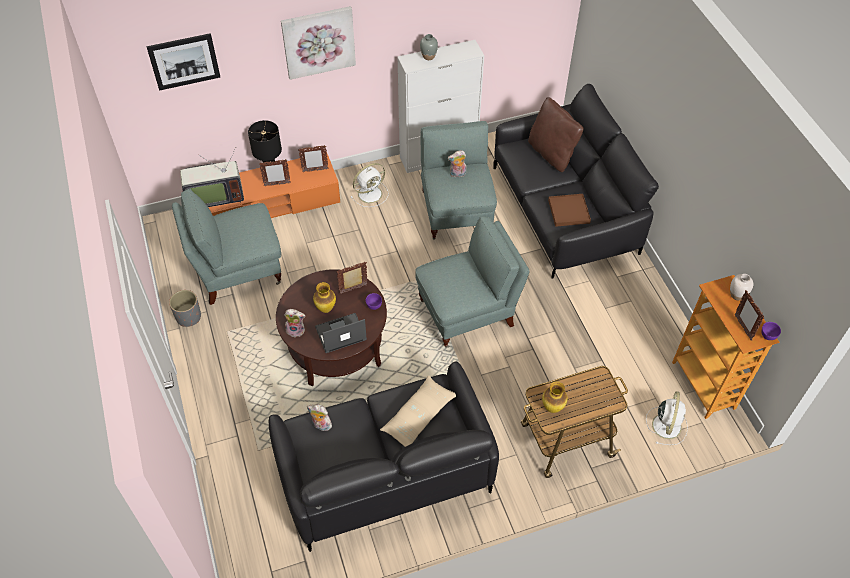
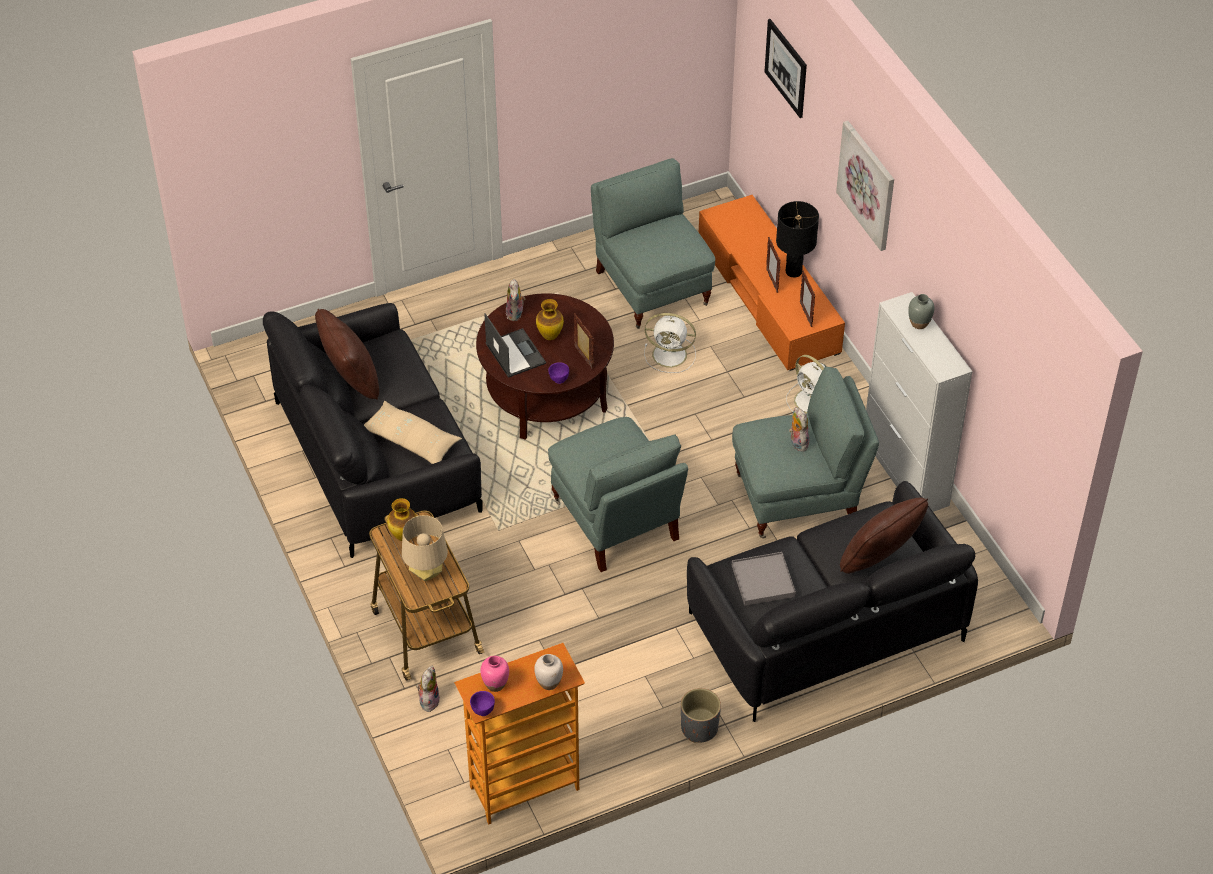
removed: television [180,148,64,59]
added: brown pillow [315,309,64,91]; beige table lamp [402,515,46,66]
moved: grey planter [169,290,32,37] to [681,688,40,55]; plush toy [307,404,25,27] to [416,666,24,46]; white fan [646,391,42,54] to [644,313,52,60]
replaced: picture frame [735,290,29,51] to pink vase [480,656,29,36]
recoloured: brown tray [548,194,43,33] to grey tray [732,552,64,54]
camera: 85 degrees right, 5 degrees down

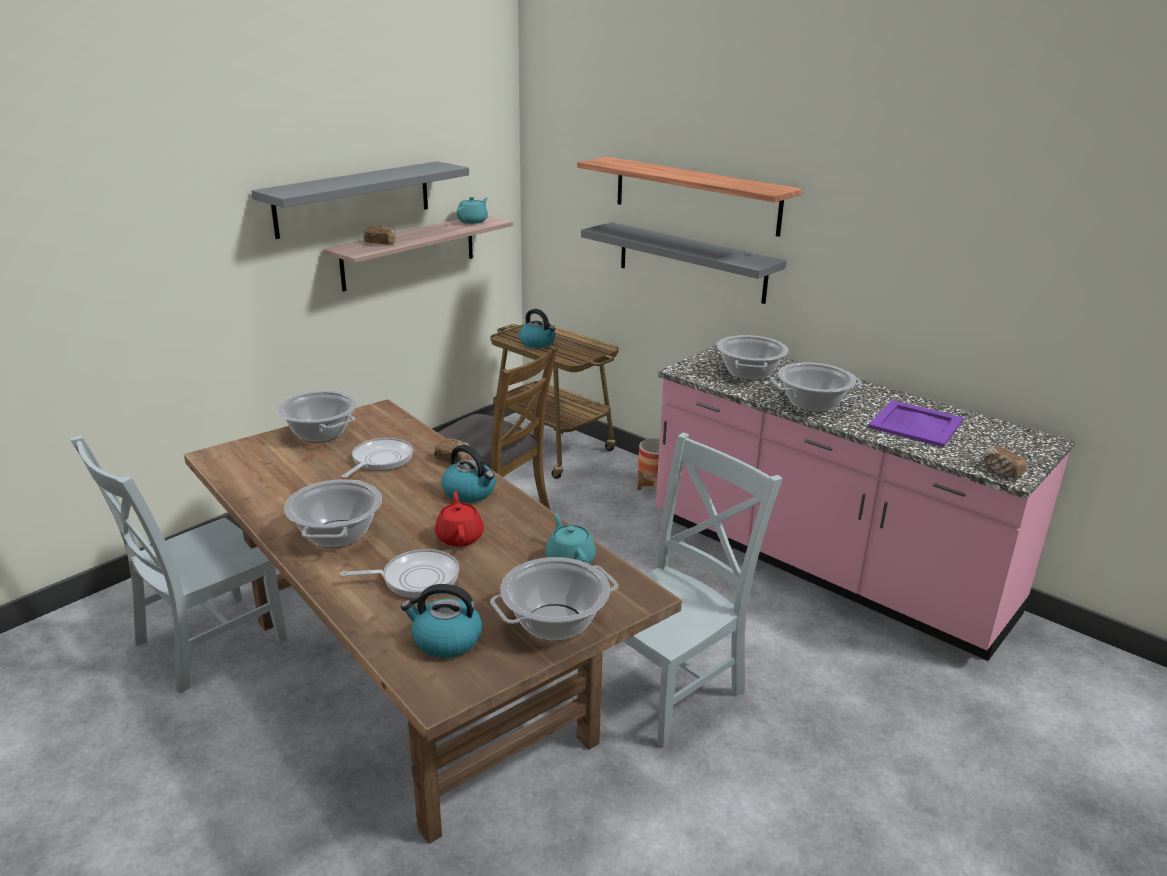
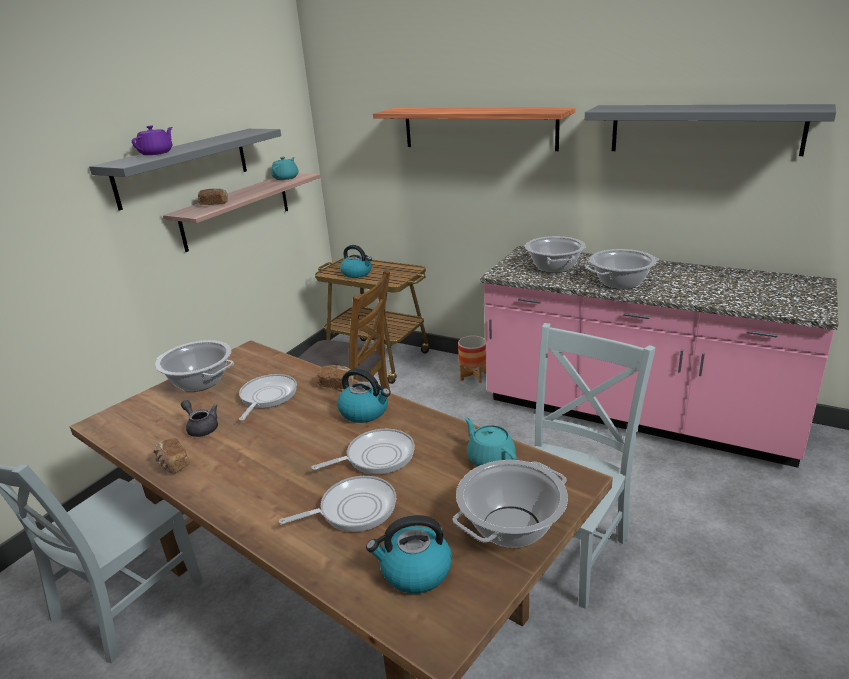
removed: cooking pot [284,479,98,69]; purple tray [868,400,96,47]
added: purple teapot [132,125,40,30]; grey teapot [181,400,37,37]
moved: grey shelf [581,222,205,82] to [585,104,251,52]; bread [984,447,43,31] to [154,438,35,36]
replaced: red teapot [435,491,49,56] to frying pan [311,429,104,45]
camera: 10 degrees left, 0 degrees up

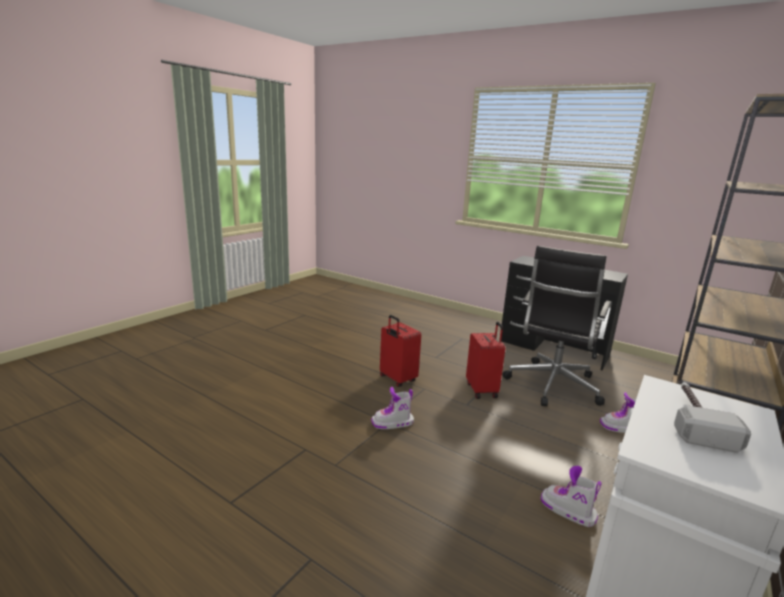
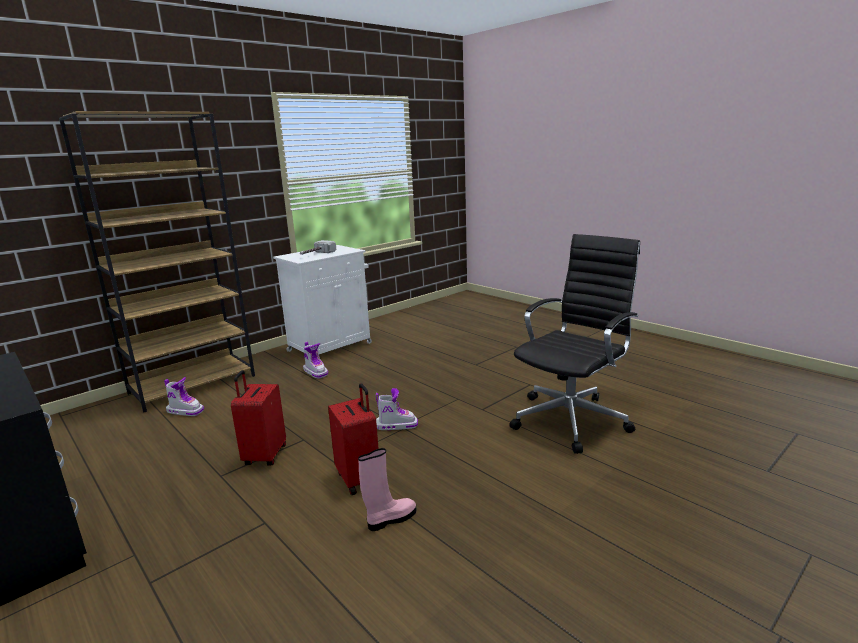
added: pink boot [358,448,59,83]
moved: black office chair [502,246,110,161] to [509,234,131,220]
camera: 165 degrees left, 0 degrees up

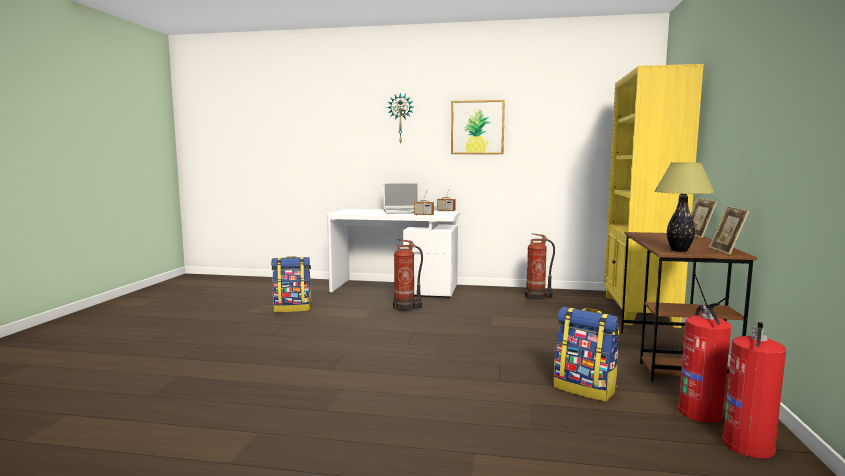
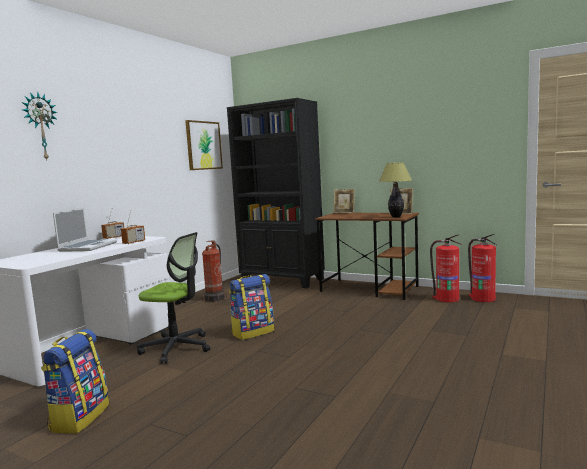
moved: picture [451,100,54,54] to [185,120,38,50]; backpack [554,307,65,95] to [229,274,46,66]
replaced: fire extinguisher [393,239,30,72] to office chair [137,232,73,132]
recoloured: yellow bookcase [604,64,100,264] to black bookcase [227,98,98,190]
camera: 70 degrees left, 0 degrees up

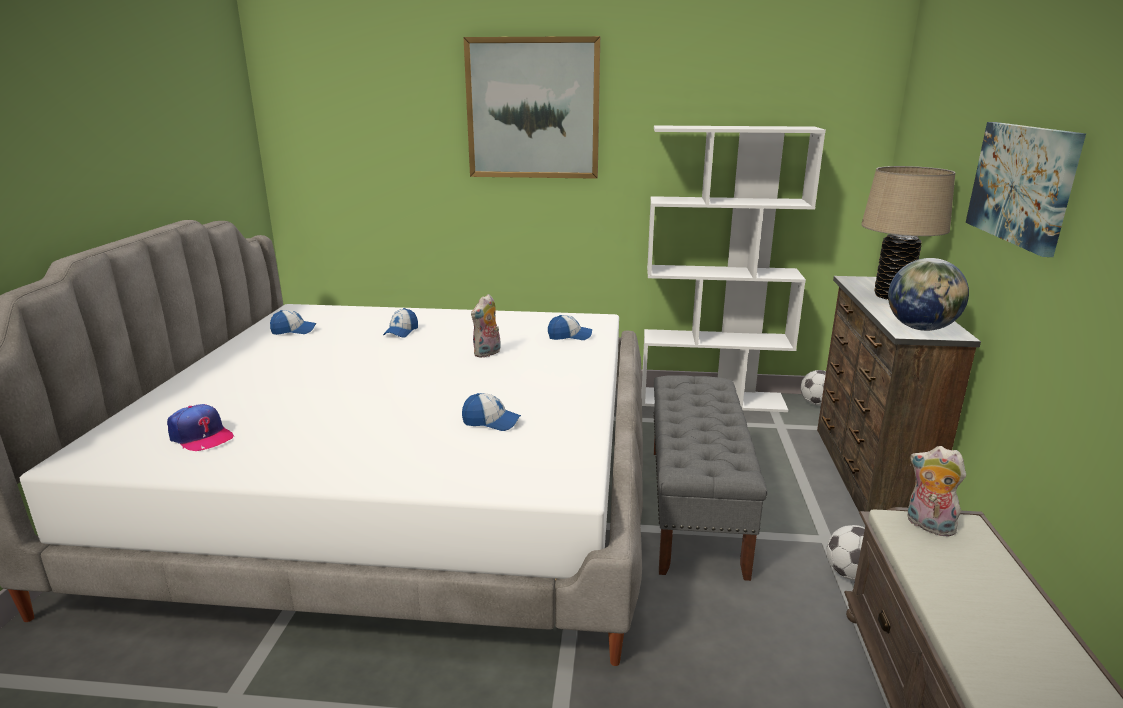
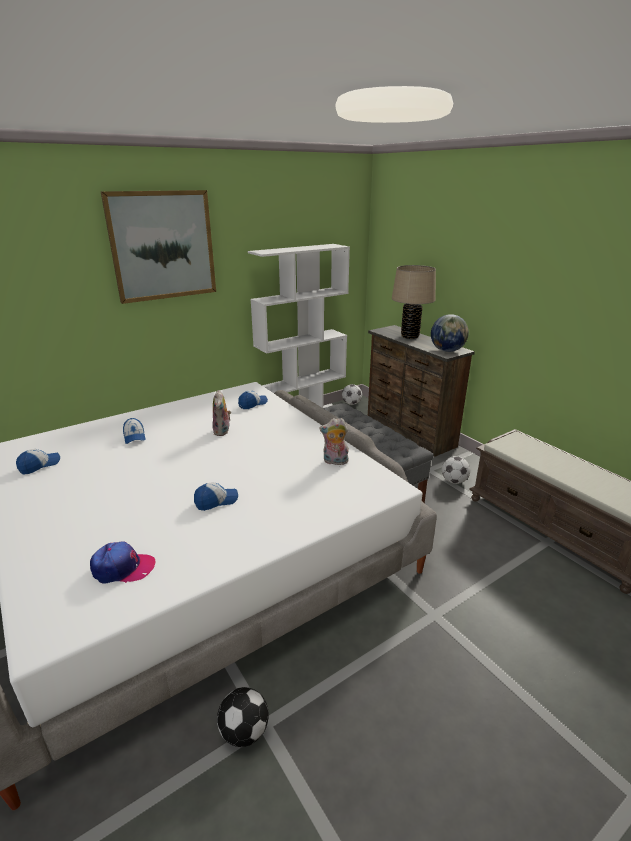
removed: picture [966,122,120,135]
added: football [217,687,52,60]
moved: cap [462,393,59,38] to [194,482,44,29]; plush toy [908,446,58,91] to [319,418,30,47]
camera: 40 degrees left, 5 degrees up

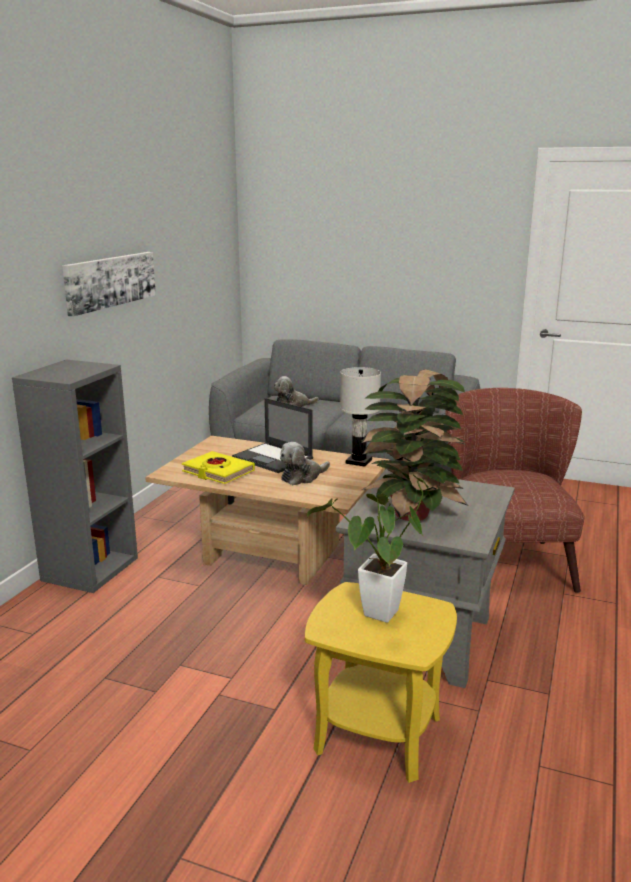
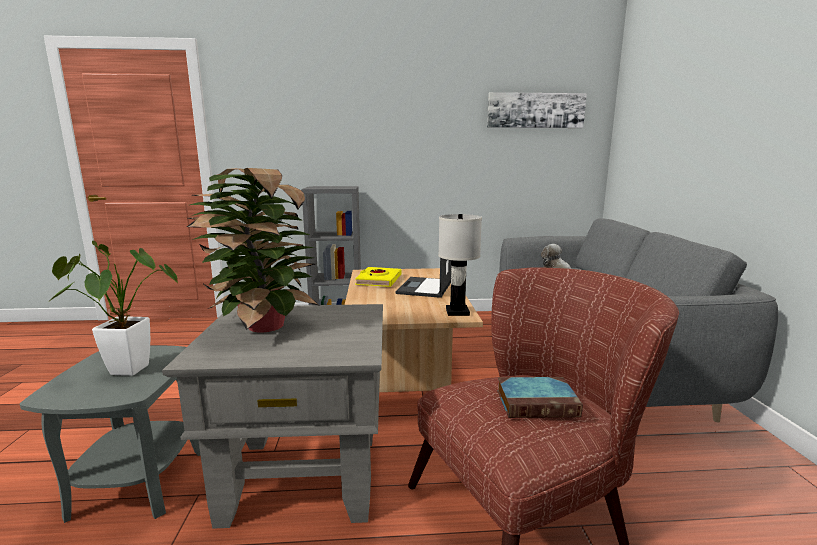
removed: plush toy [280,442,50,43]
added: book [497,377,86,41]
moved: picture [62,252,94,65] to [487,92,100,36]
recoloured: yellow side table [305,582,152,201] to grey side table [20,346,180,177]
camera: 65 degrees right, 5 degrees down

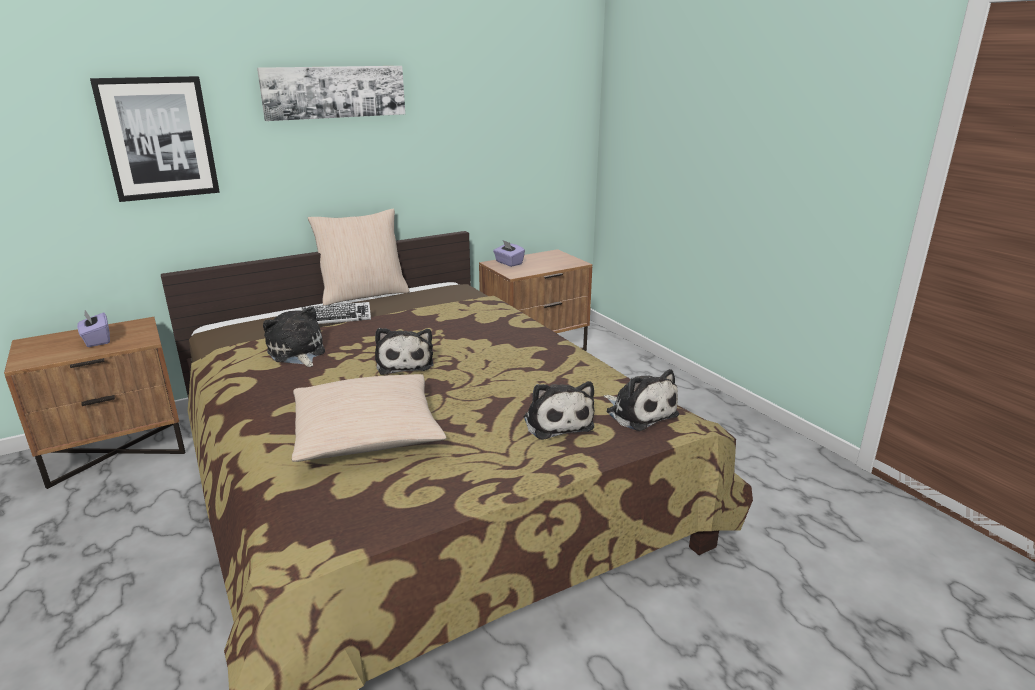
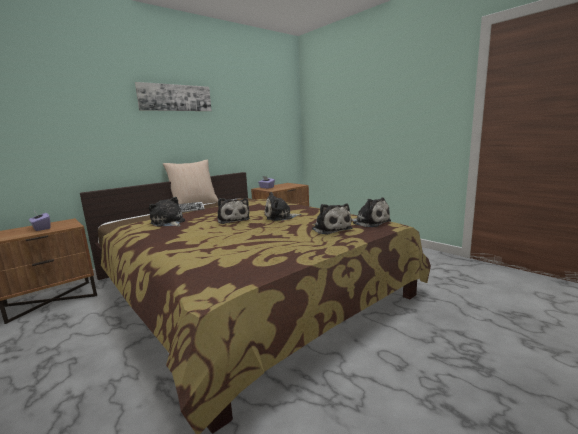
removed: picture [90,76,130,126]; beige pillow [292,374,155,88]
added: plush toy [264,192,37,29]
camera: 10 degrees left, 10 degrees down

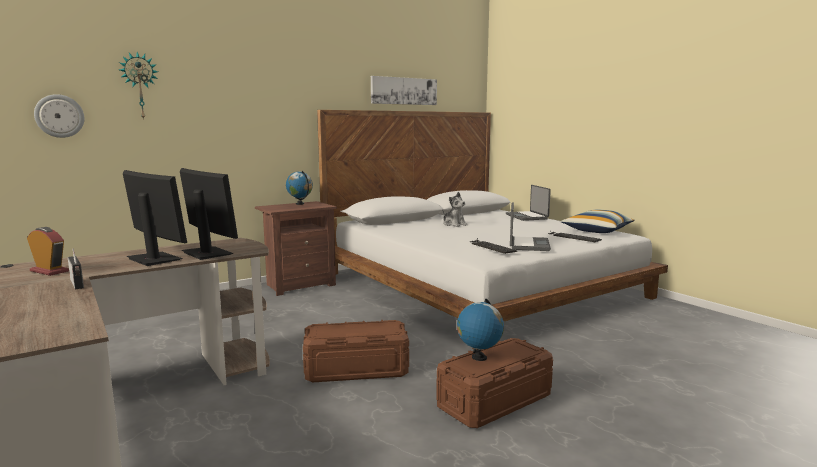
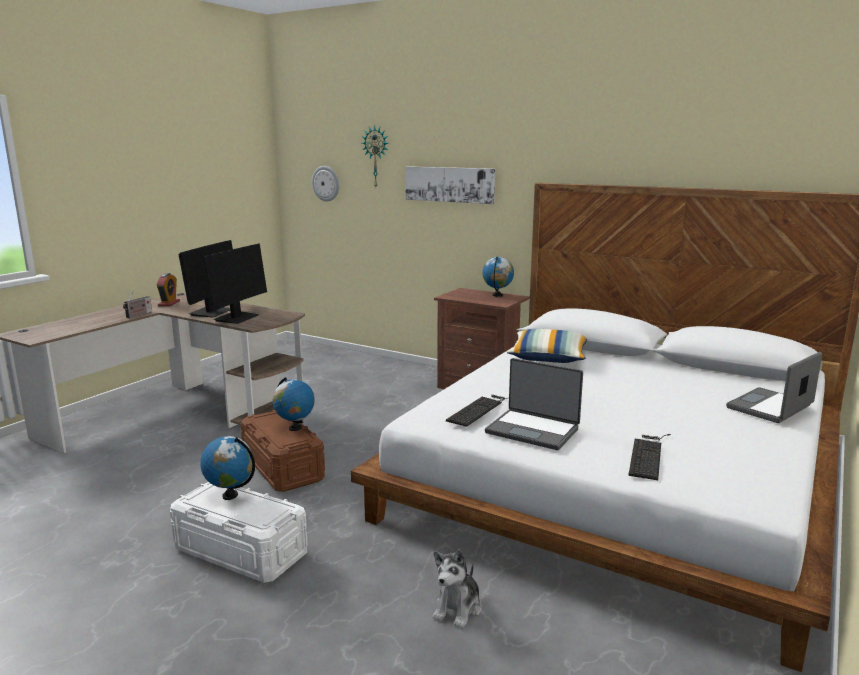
added: globe [273,377,42,54]
moved: picture [371,76,66,29] to [405,166,90,38]; plush toy [443,192,25,35] to [433,549,49,79]; pillow [561,210,73,23] to [507,329,80,34]
recoloured: brown storage box [436,338,117,90] to white storage box [170,482,138,101]
turned: laptop [510,202,41,49] = [485,358,98,92] 45 degrees clockwise
camera: 65 degrees right, 5 degrees up

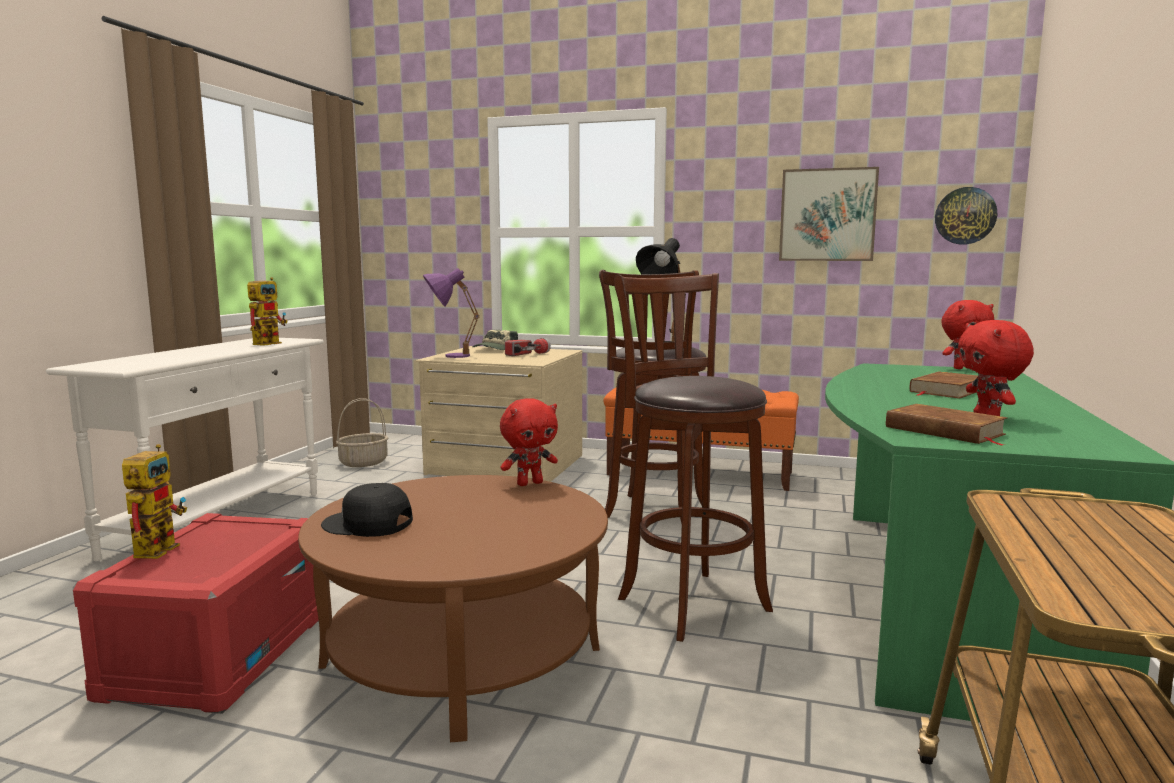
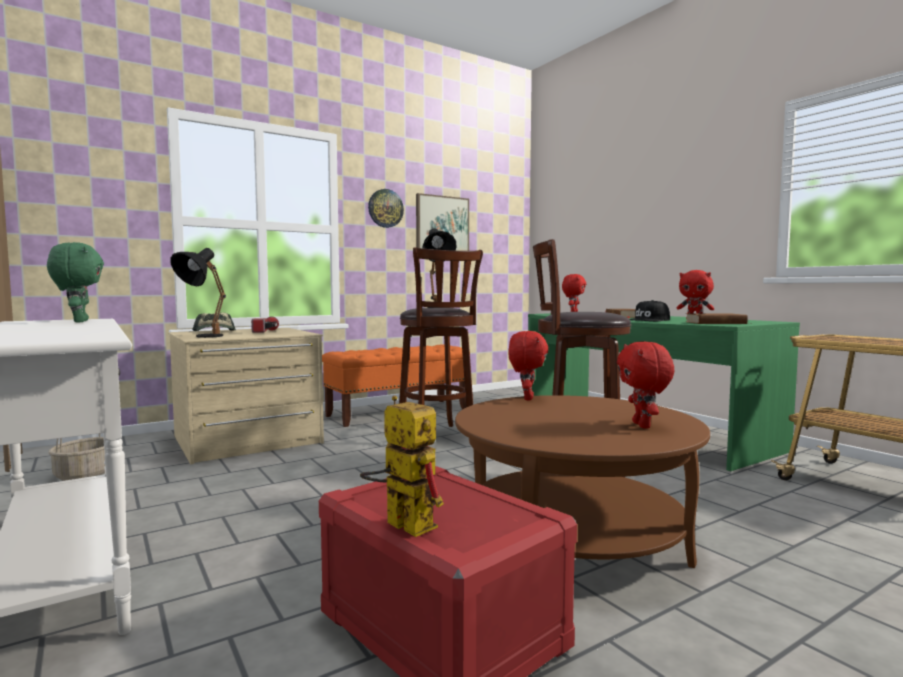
added: red plush toy [617,341,57,87]
moved: black cap [321,483,92,54] to [629,300,41,21]; wall clock [935,187,62,57] to [368,189,36,39]
replaced: toy robot [247,277,41,69] to green plush toy [47,242,57,80]
recoloured: purple table lamp [423,268,57,90] to black table lamp [170,248,56,90]
camera: 50 degrees left, 5 degrees down

